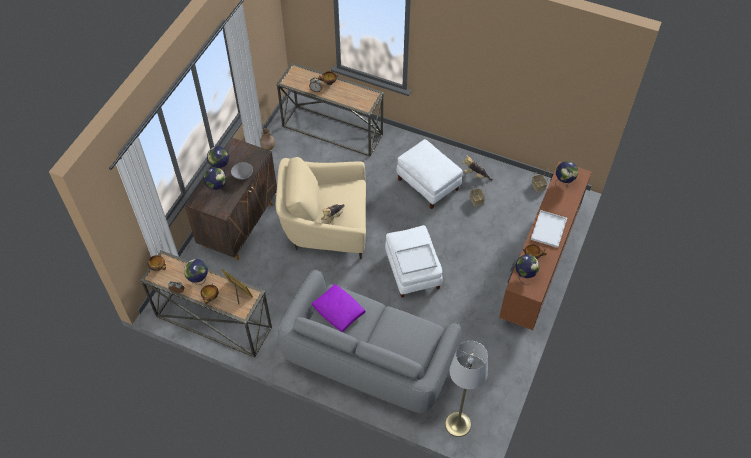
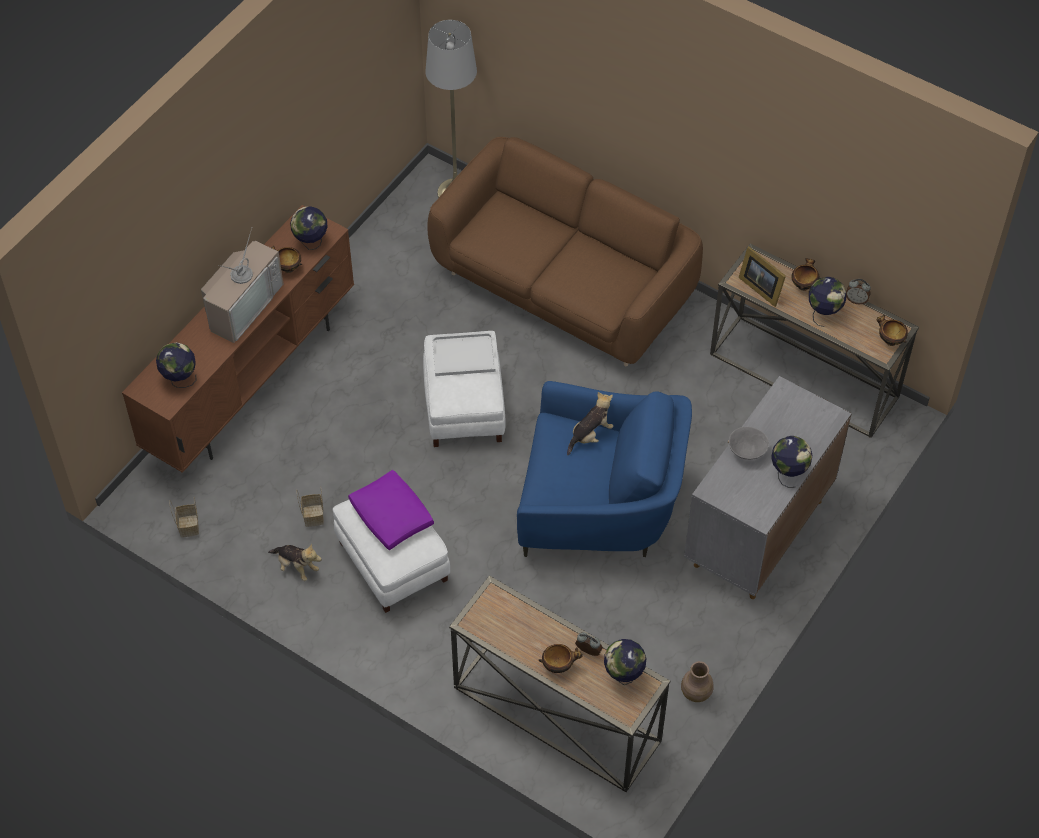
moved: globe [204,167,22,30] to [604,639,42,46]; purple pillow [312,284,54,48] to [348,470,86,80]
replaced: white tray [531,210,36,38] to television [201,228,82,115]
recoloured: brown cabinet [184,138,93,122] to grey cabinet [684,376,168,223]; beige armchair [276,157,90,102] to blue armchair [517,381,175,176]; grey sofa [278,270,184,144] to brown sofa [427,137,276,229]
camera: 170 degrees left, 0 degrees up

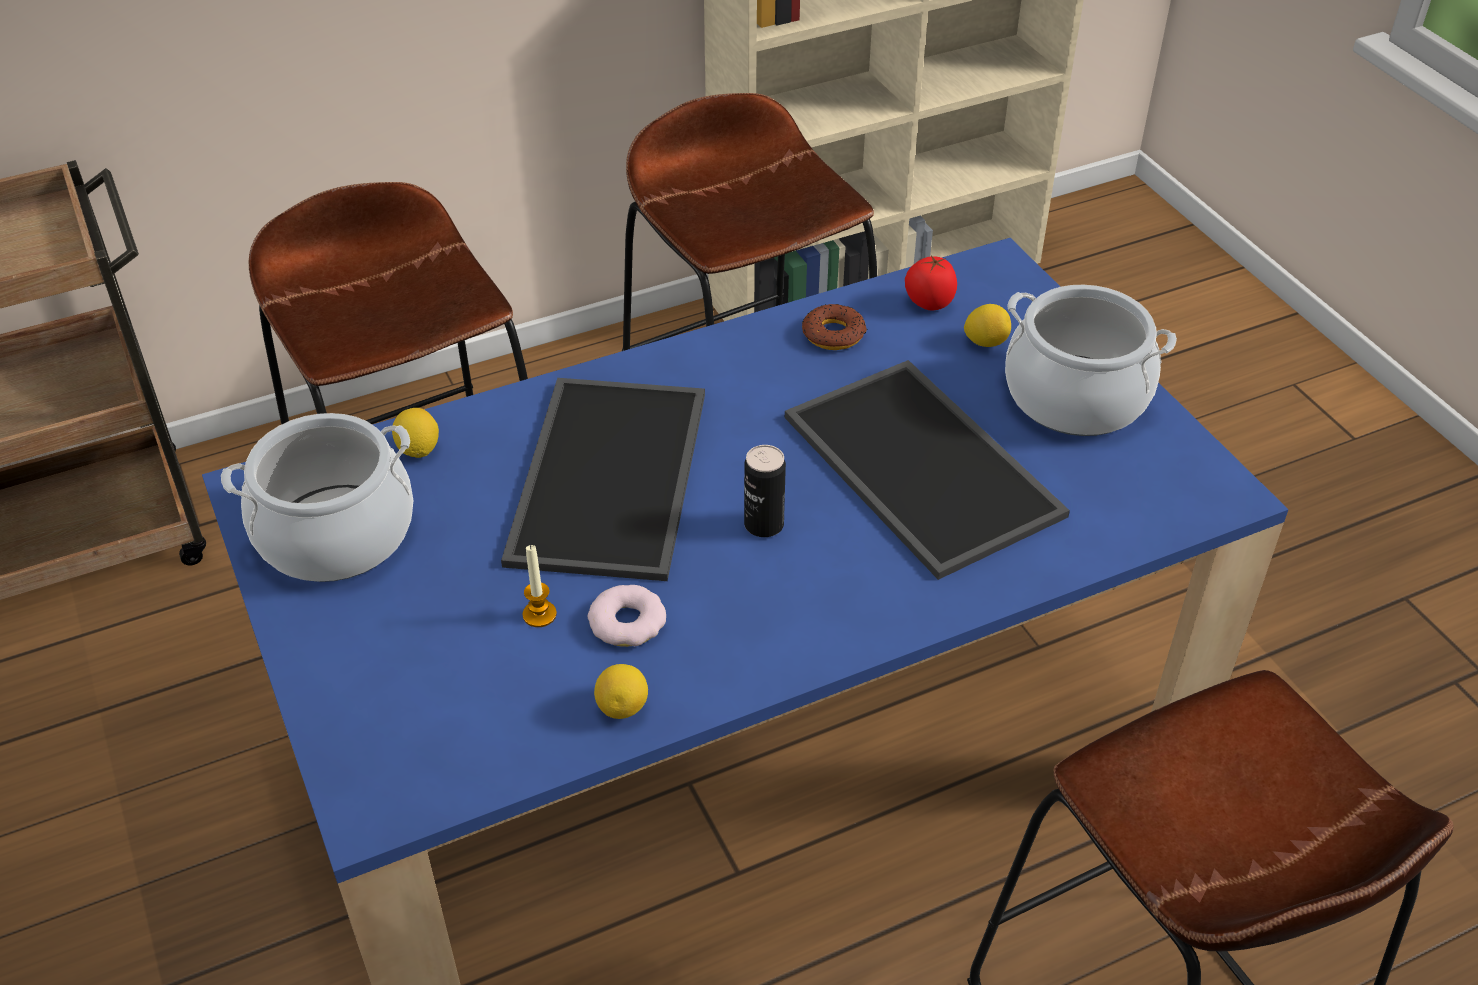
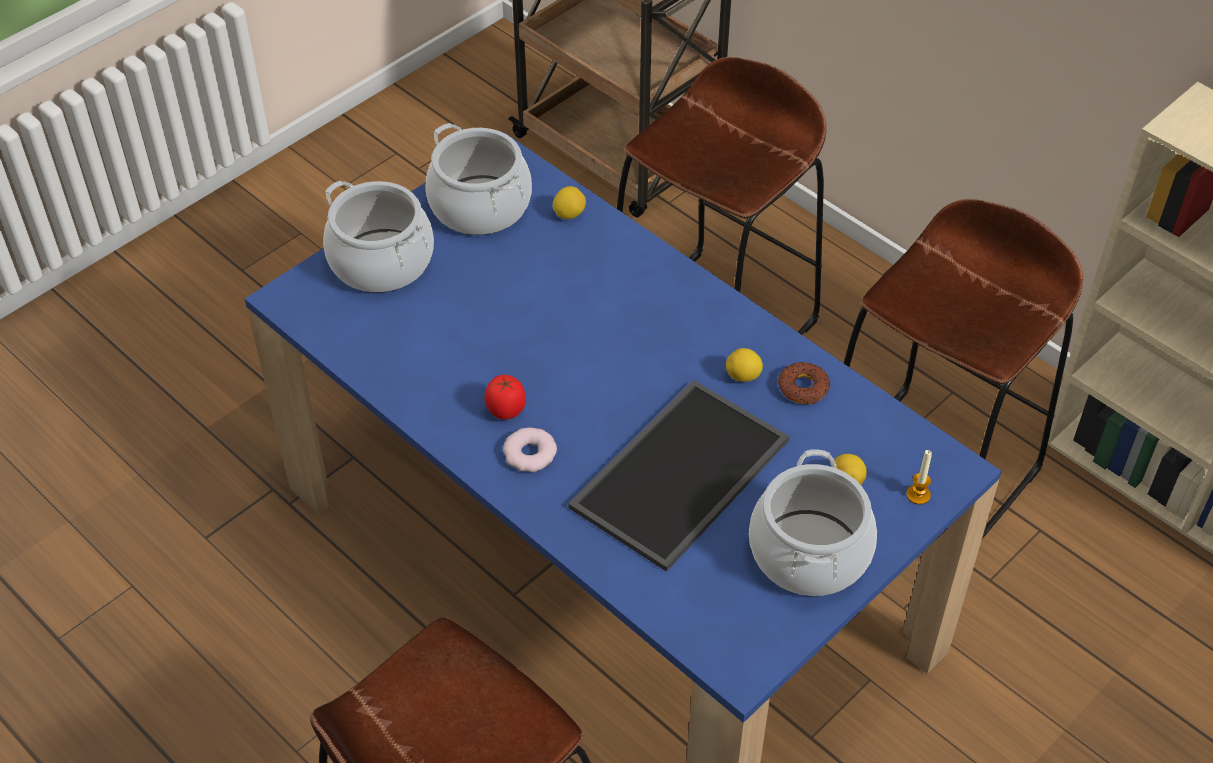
removed: tray [501,378,204,203]; can [744,445,42,92]
added: cooking pot [323,181,111,112]
moved: candle [523,545,34,82] to [906,450,26,55]; donut [588,585,78,62] to [503,428,54,44]; lemon [594,664,54,55] to [726,348,37,34]; tomato [905,255,52,55] to [484,375,42,45]
camera: 70 degrees right, 5 degrees up

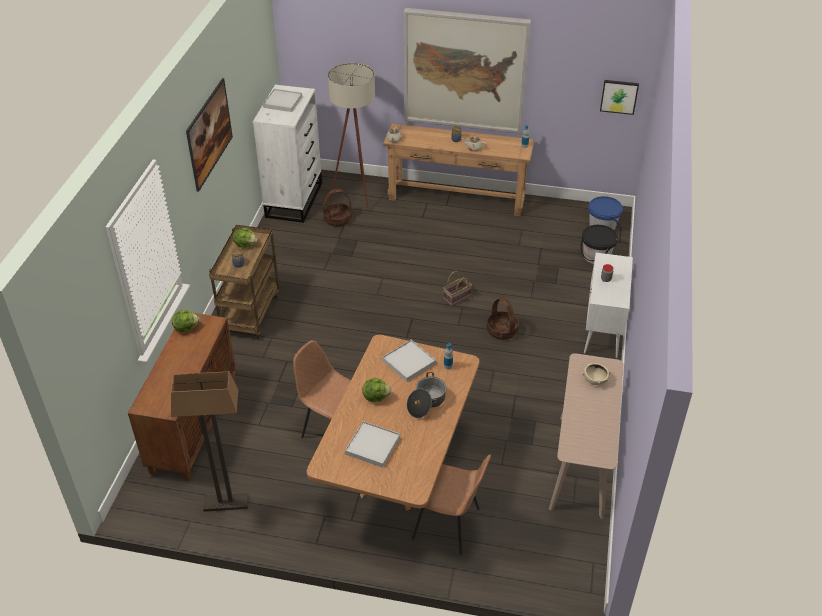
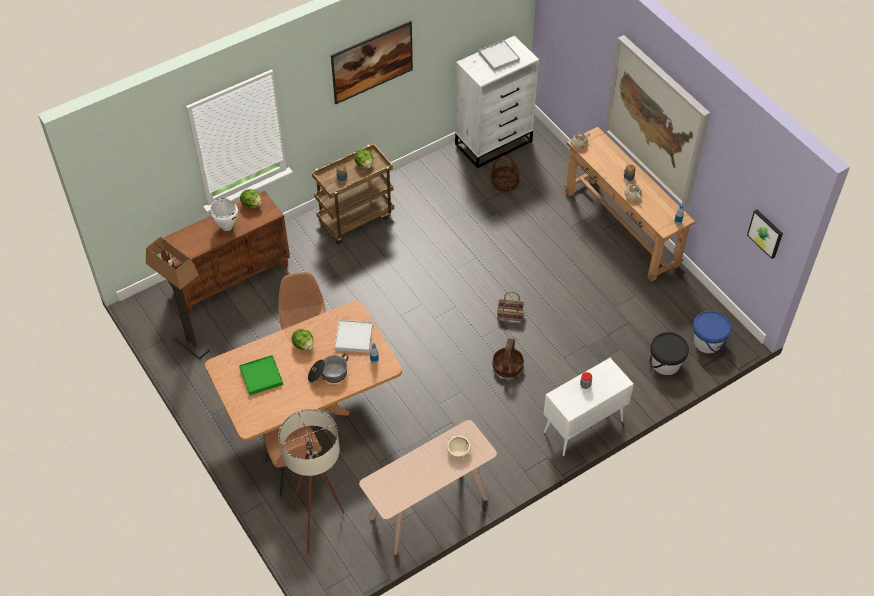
added: white cooking pot [210,198,28,33]
moved: beige floor lamp [328,63,47,148] to [278,409,66,145]
recoloured: white tray [345,421,55,47] to green tray [239,355,44,40]
camera: 45 degrees right, 10 degrees up

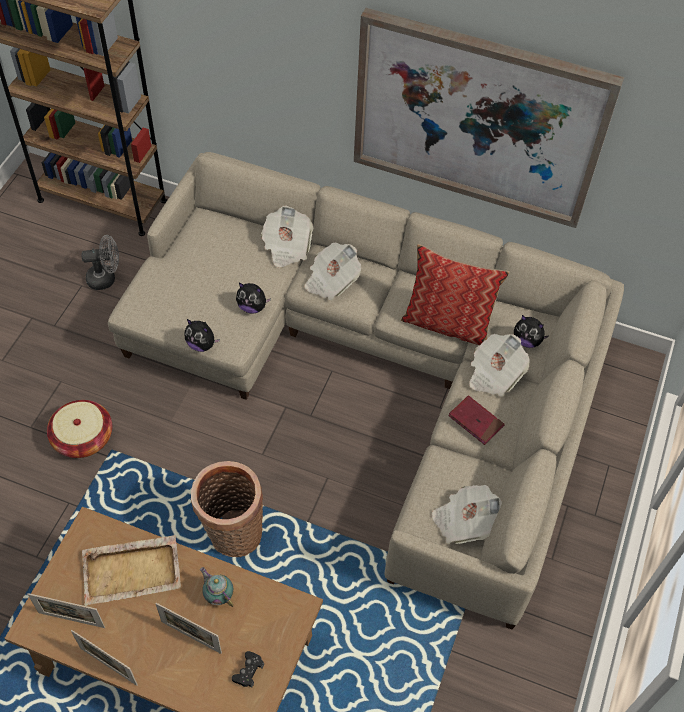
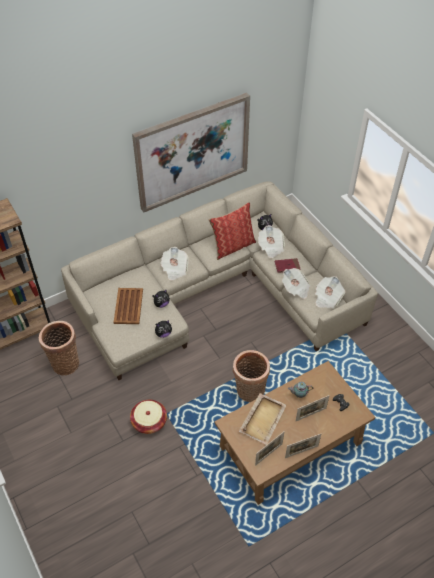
added: brown tray [114,288,29,36]
moved: newspaper [261,205,52,62] to [282,268,29,31]
replaced: grey fan [81,235,38,55] to basket [39,321,40,54]
camera: 50 degrees left, 5 degrees down

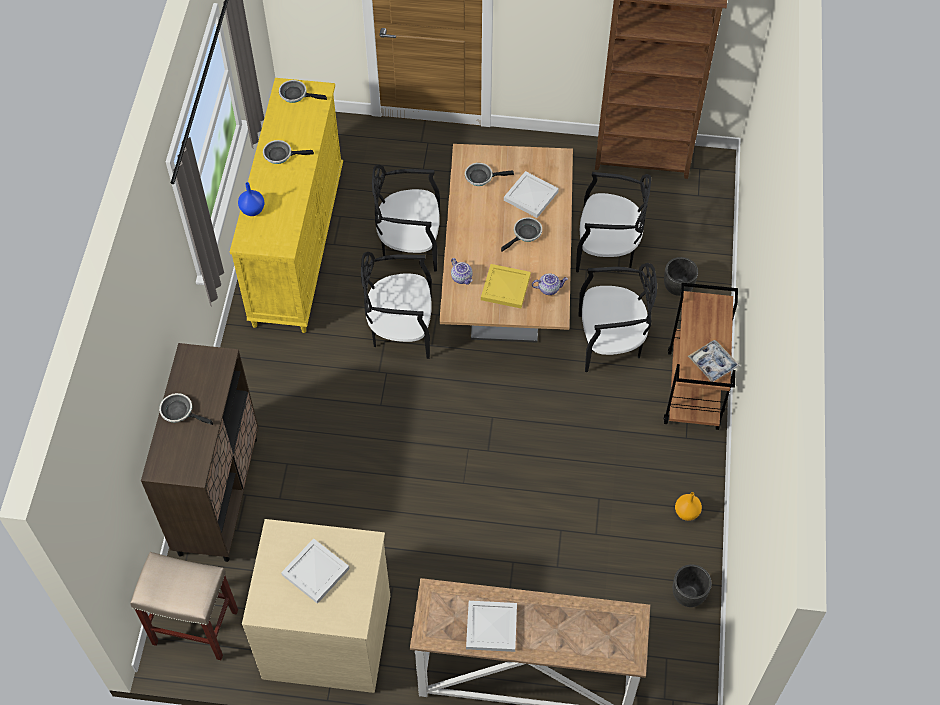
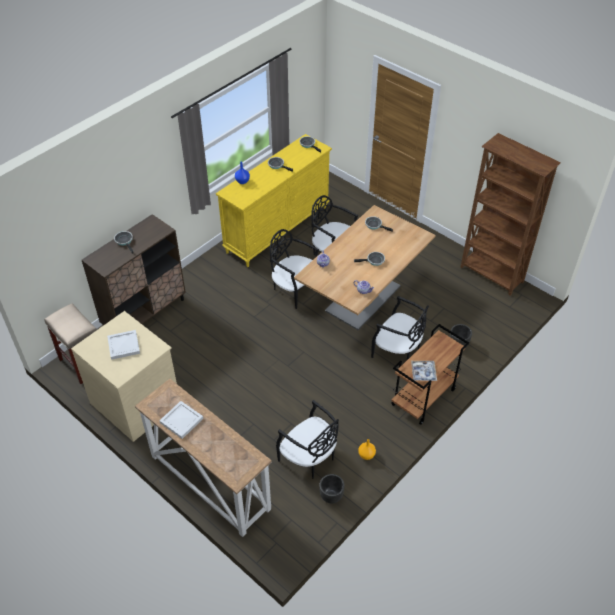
removed: yellow tray [481,264,50,44]; white tray [504,171,55,47]
moved: black chair [576,172,75,100] to [276,400,63,79]
camera: 35 degrees right, 10 degrees down

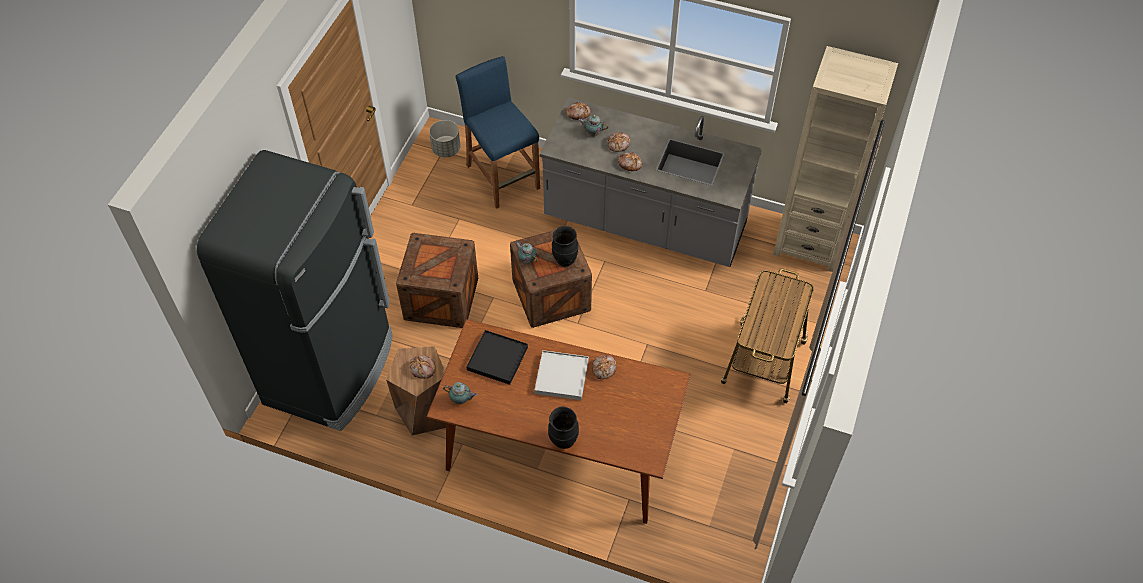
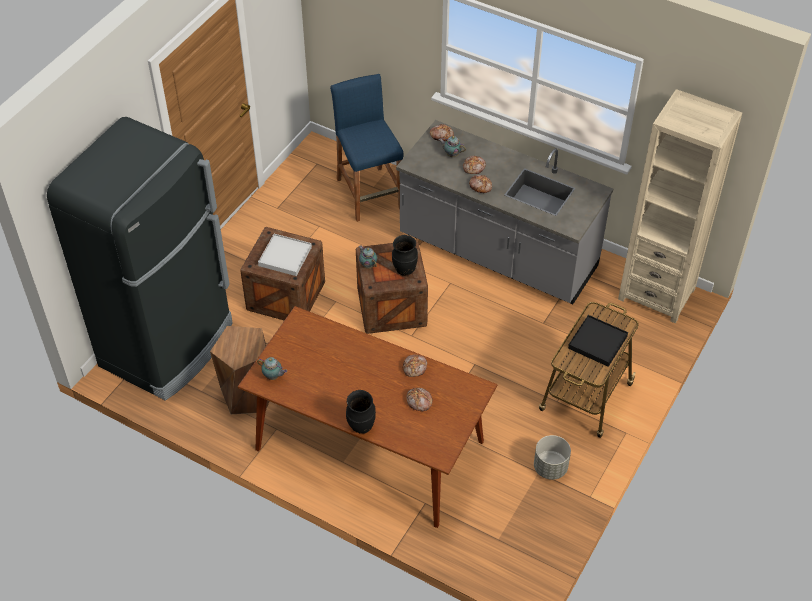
moved: bread [409,355,27,24] to [406,388,27,23]; grey planter [429,120,32,37] to [534,435,37,45]; black tray [466,330,62,55] to [568,315,60,52]; white tray [534,350,55,50] to [258,234,54,42]
camera: 10 degrees right, 5 degrees down

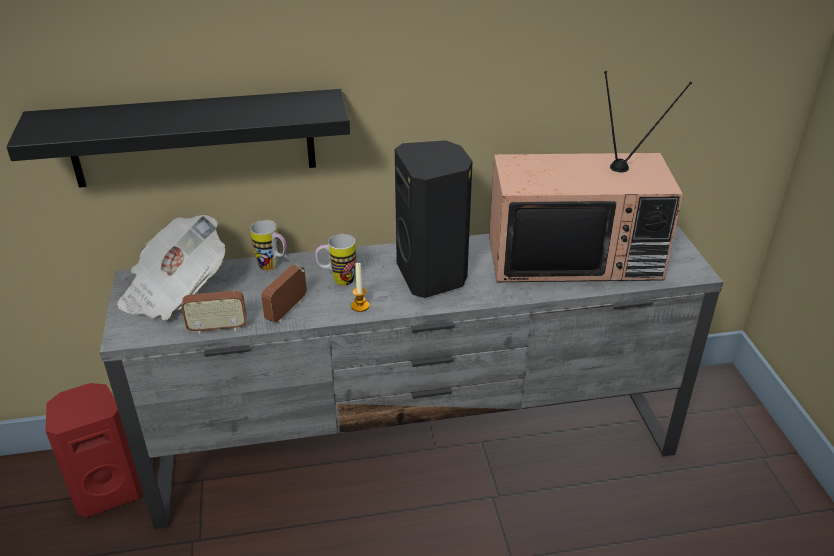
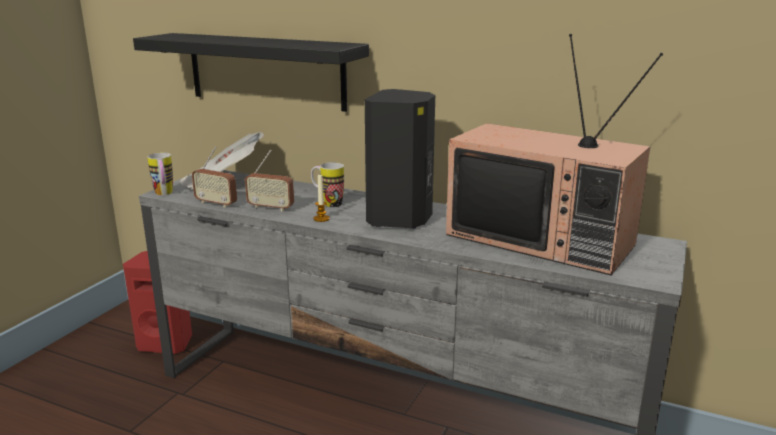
moved: mug [250,220,37,51] to [147,153,26,42]
turned: radio [261,255,46,67] = [245,150,49,62] 135 degrees counterclockwise
camera: 35 degrees right, 15 degrees down

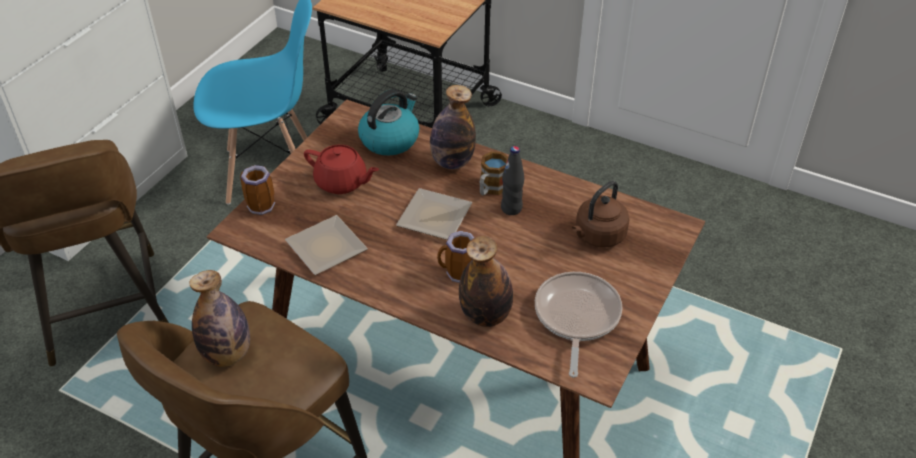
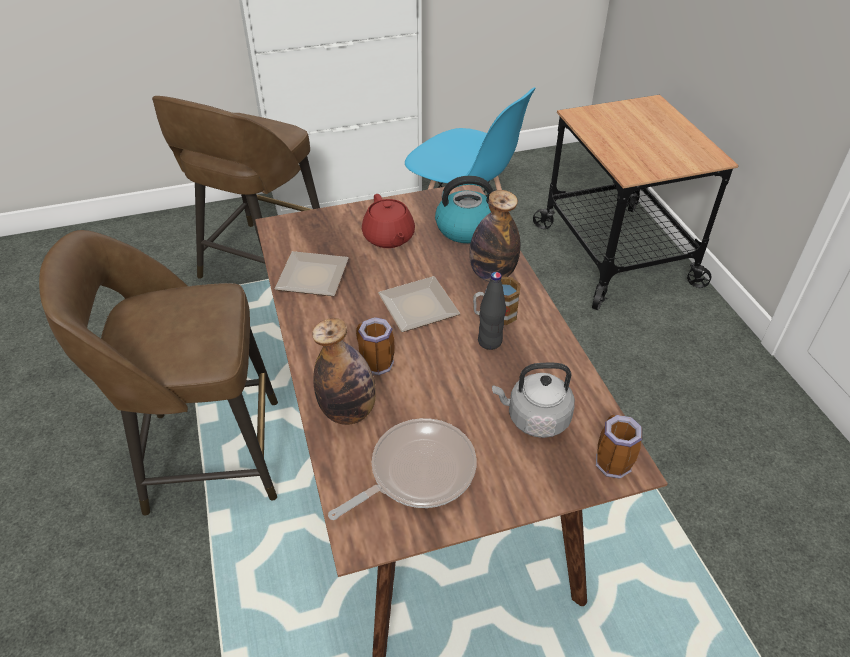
removed: bottle [189,270,61,97]
moved: mug [240,165,35,50] to [596,415,46,64]
recoloured: brown kettle [572,181,57,66] to grey kettle [492,363,83,75]
camera: 45 degrees right, 0 degrees up

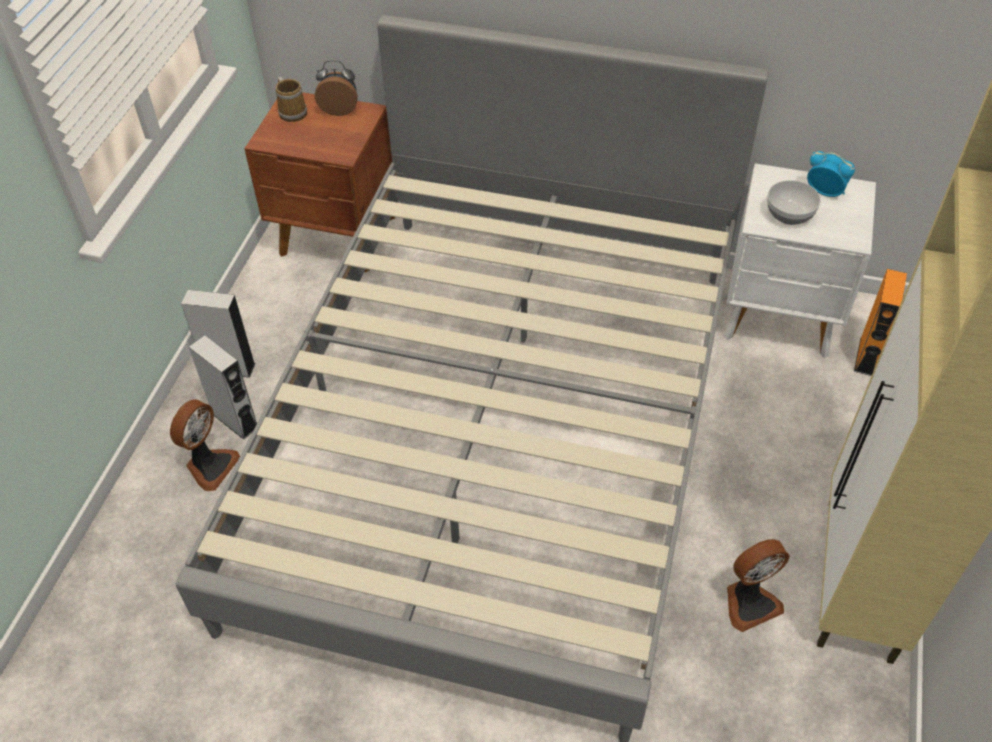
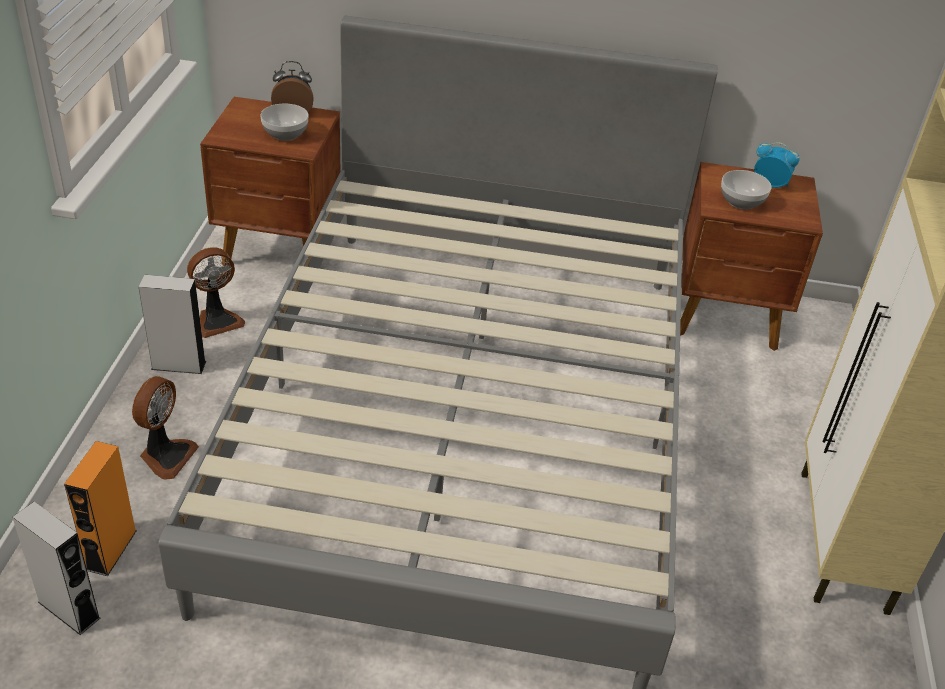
removed: mug [275,77,32,45]
added: bowl [260,104,48,37]
moved: grey speaker [189,335,68,105] to [12,502,88,133]; fan [727,539,63,93] to [187,247,58,91]; orange speaker [854,269,53,107] to [64,441,73,135]
recoloured: white nightstand [724,163,152,195] to brown nightstand [680,162,143,189]
camera: 10 degrees left, 10 degrees down

